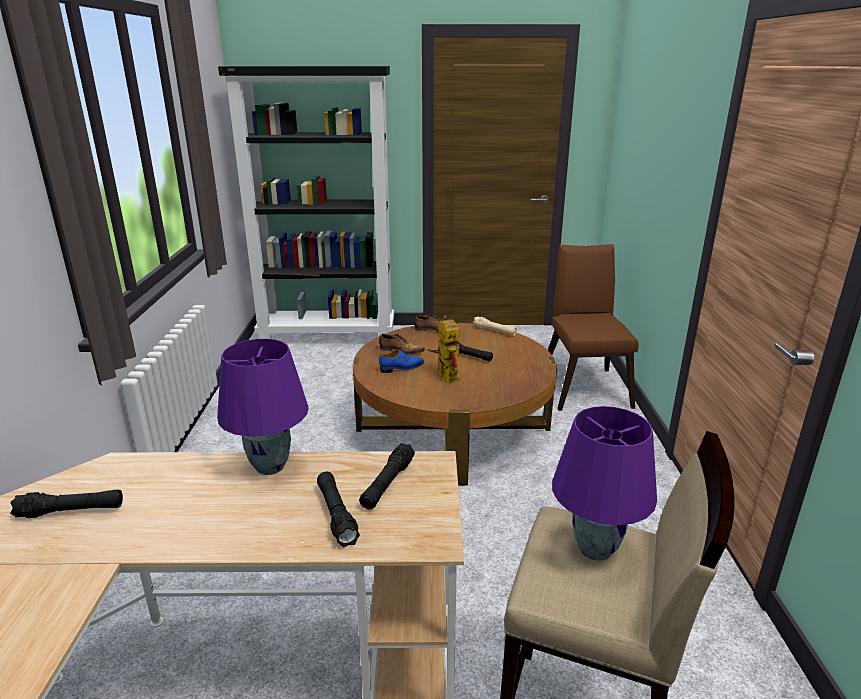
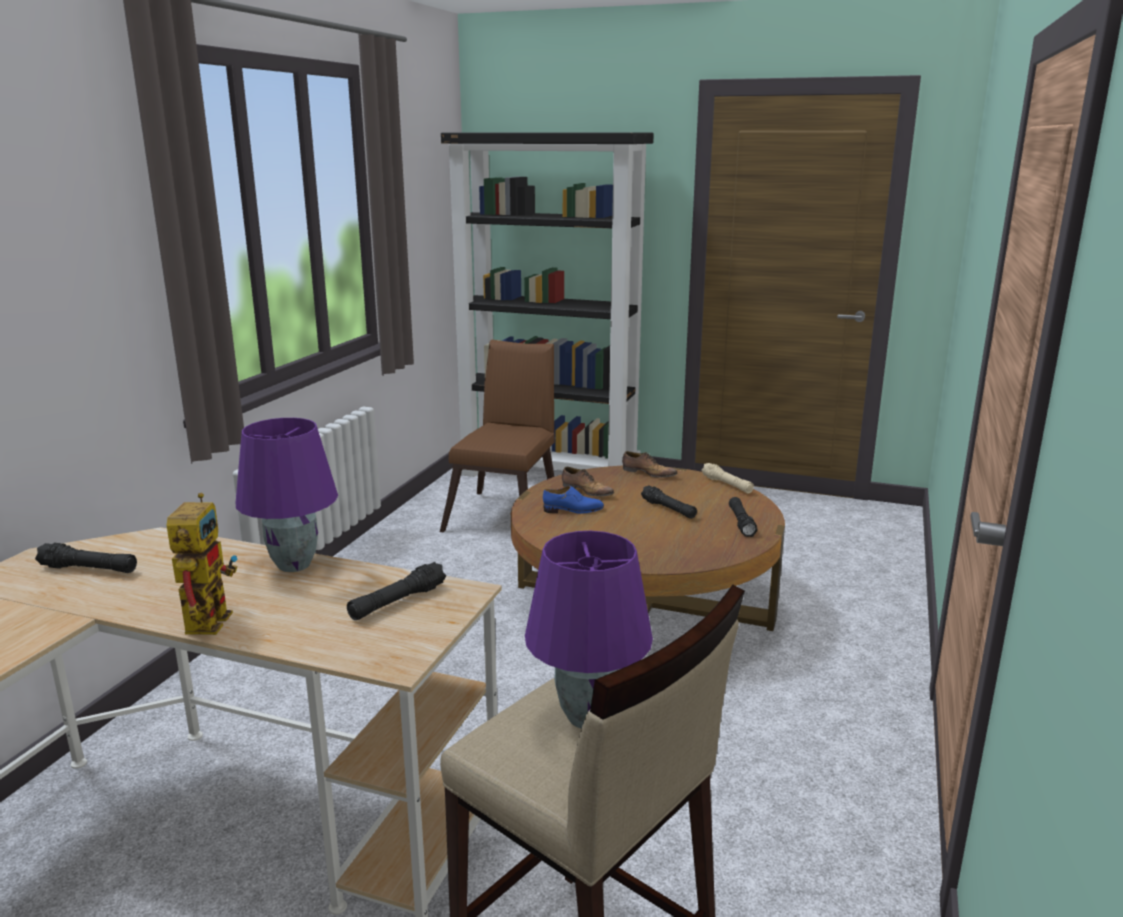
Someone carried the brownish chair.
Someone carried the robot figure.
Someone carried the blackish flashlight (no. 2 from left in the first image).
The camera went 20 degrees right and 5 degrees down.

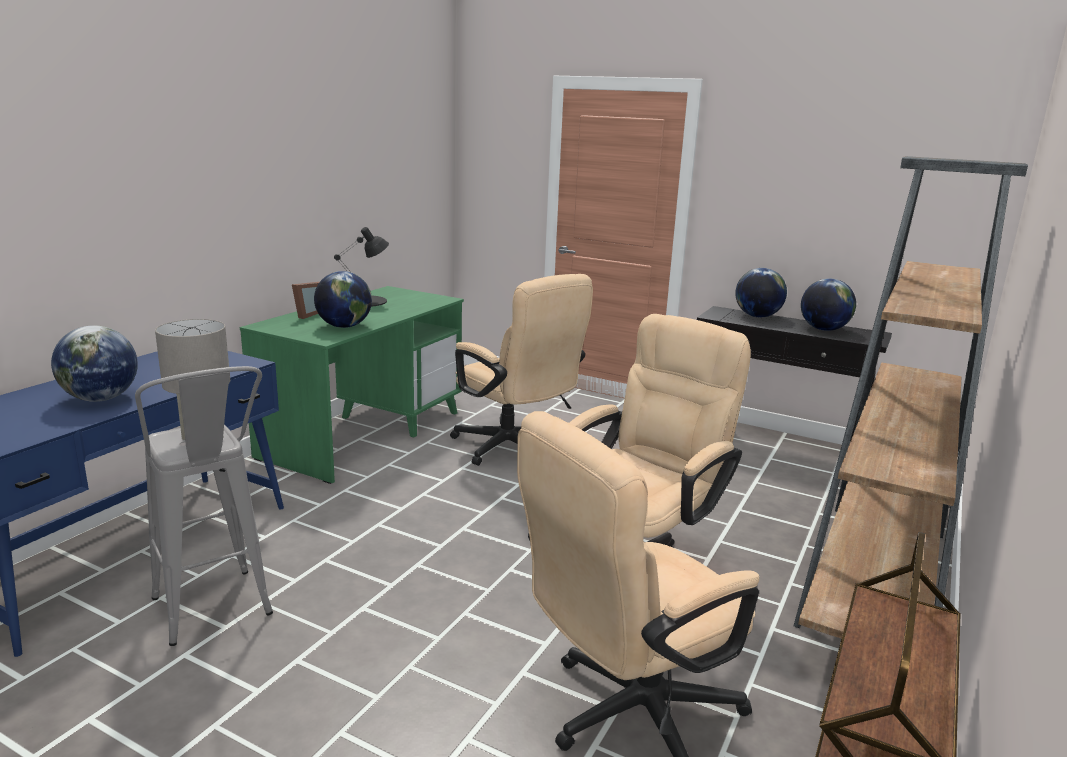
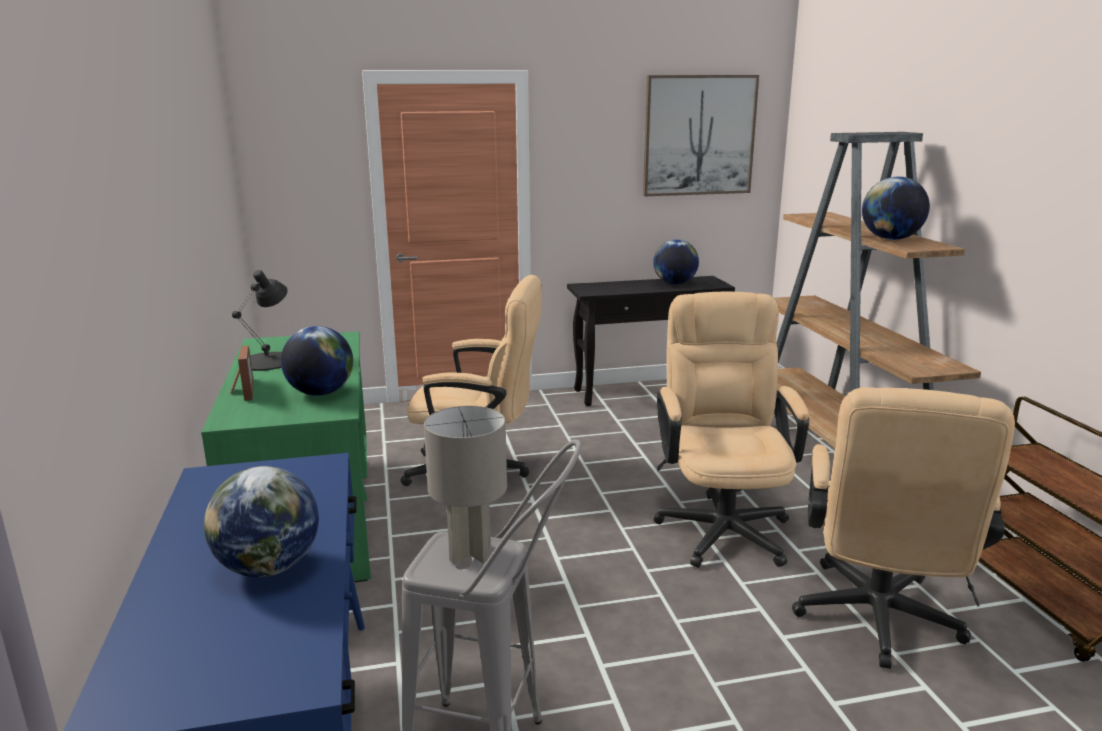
Someone carried the globe (no. 3 from left in the first image).
Someone put up the wall art.
The camera went 40 degrees left and 0 degrees up.

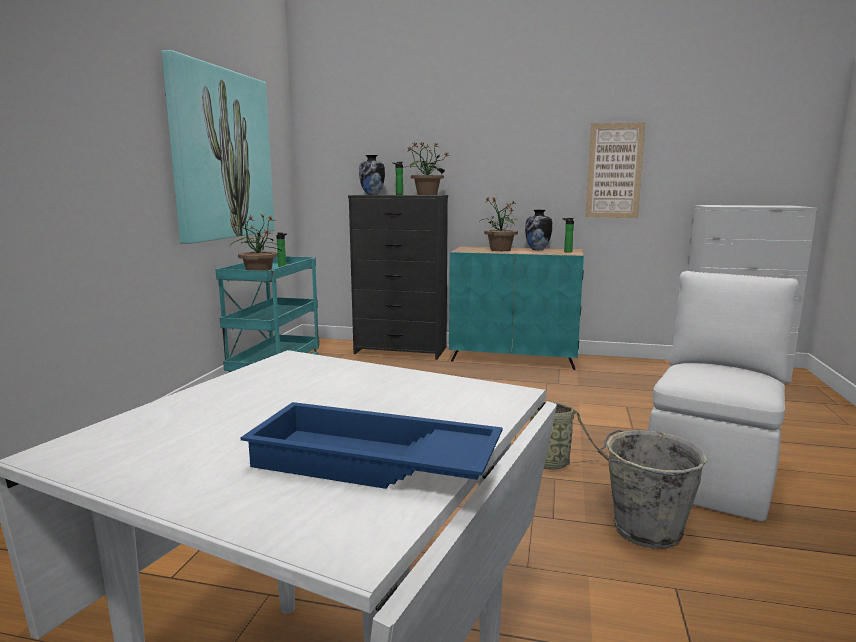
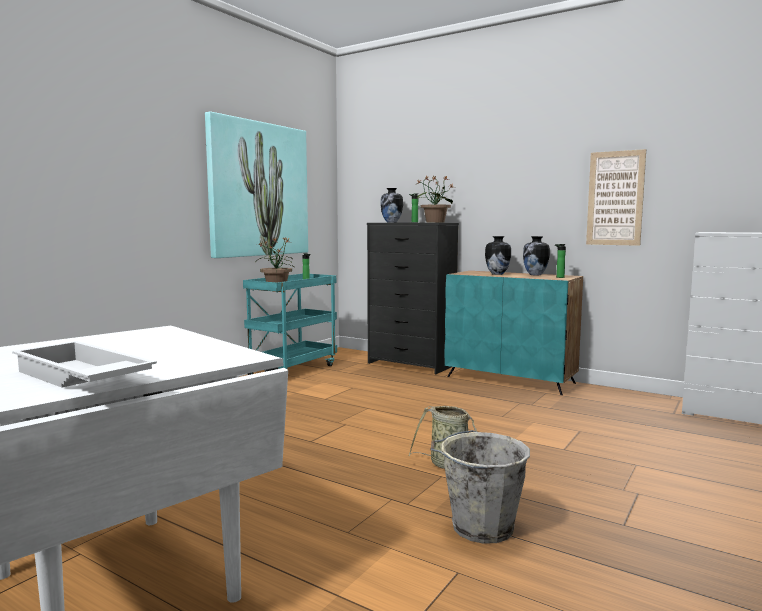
Someone swapped the houseplant (no. 3 from left) for the vase (no. 2 from left).
Someone took away the white chair.
Someone repainted the bluish serving tray, which became the white serving tray.
The camera went 20 degrees right and 5 degrees down.

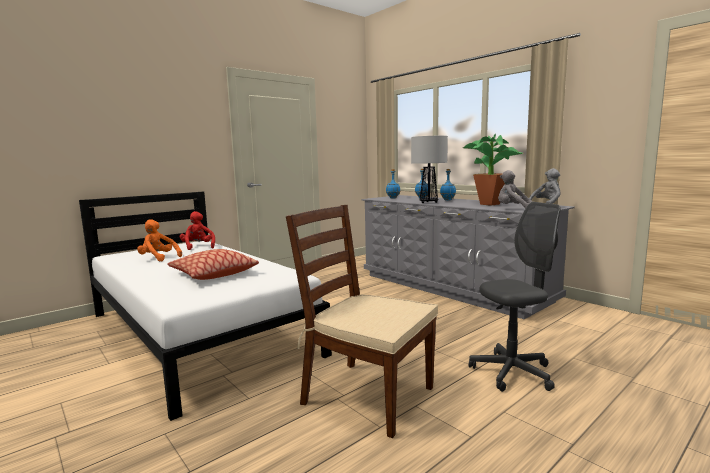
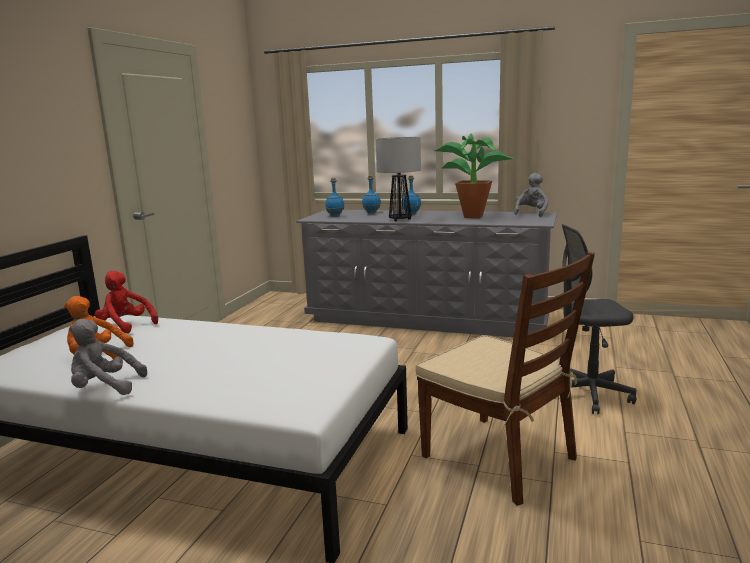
Someone carried the grey soft toy (no. 1 from left).
Someone rotated the grey office chair by 135 degrees counterclockwise.
Someone rotated the brownish chair by 135 degrees counterclockwise.
Someone took away the pillow.
The camera went 30 degrees left and 5 degrees up.

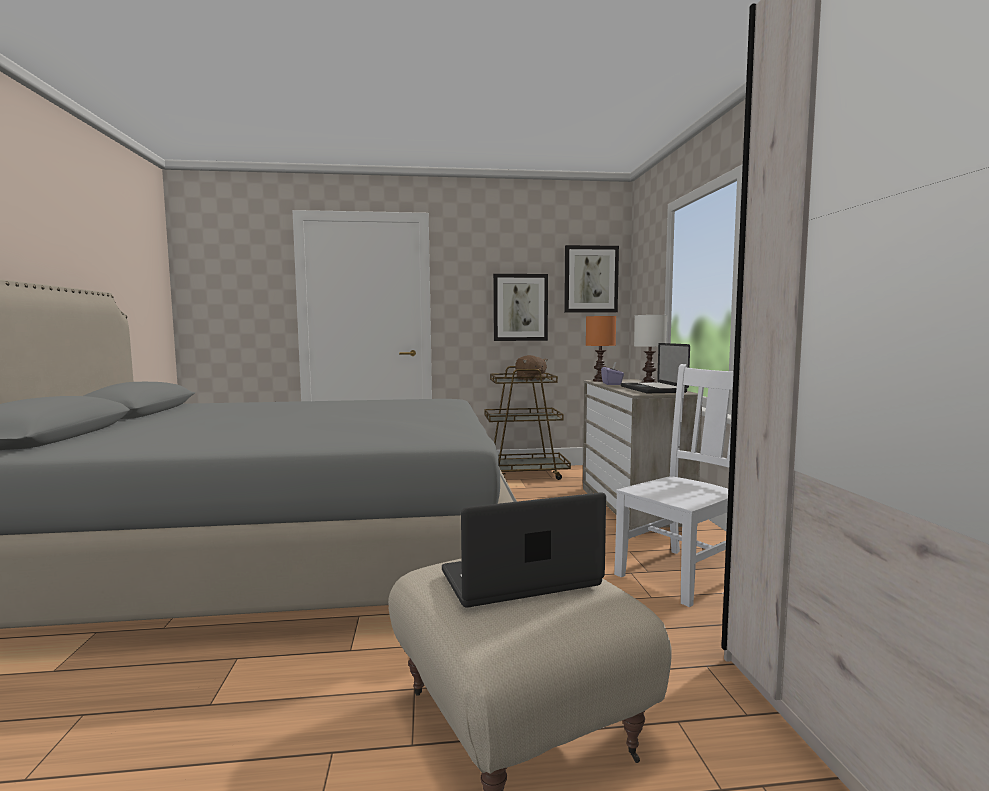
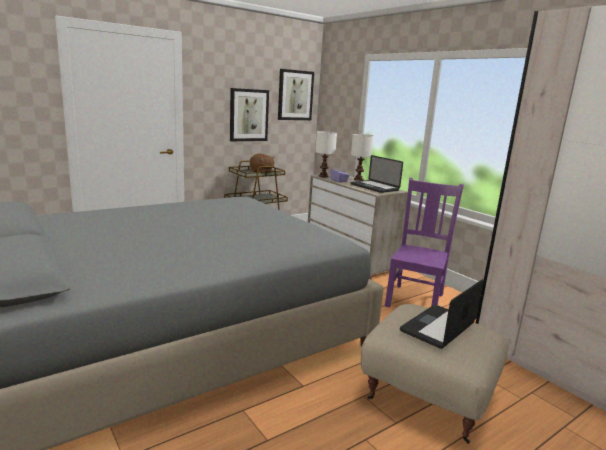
Someone repainted the orange-coloured tabletop lamp, which became the white tabletop lamp (no. 1 from left).
Someone repainted the white chair, which became the purple chair.
The camera went 30 degrees left and 10 degrees up.

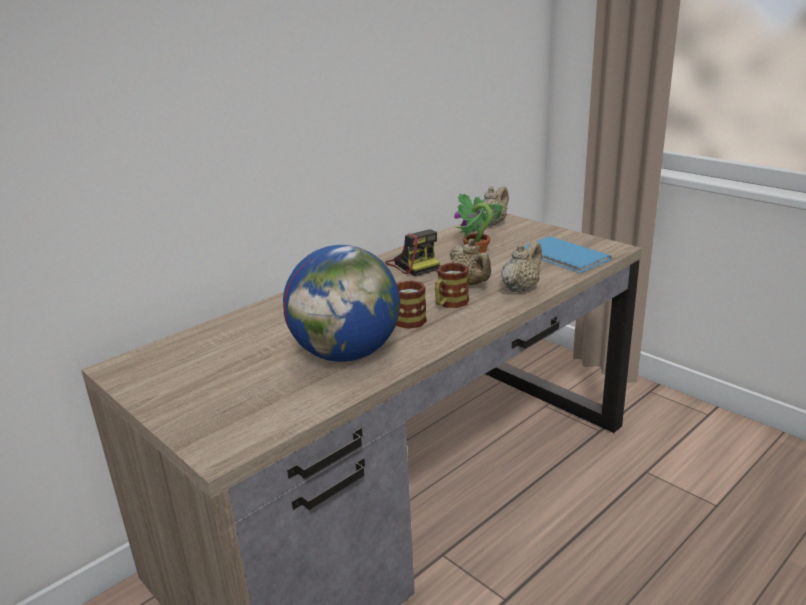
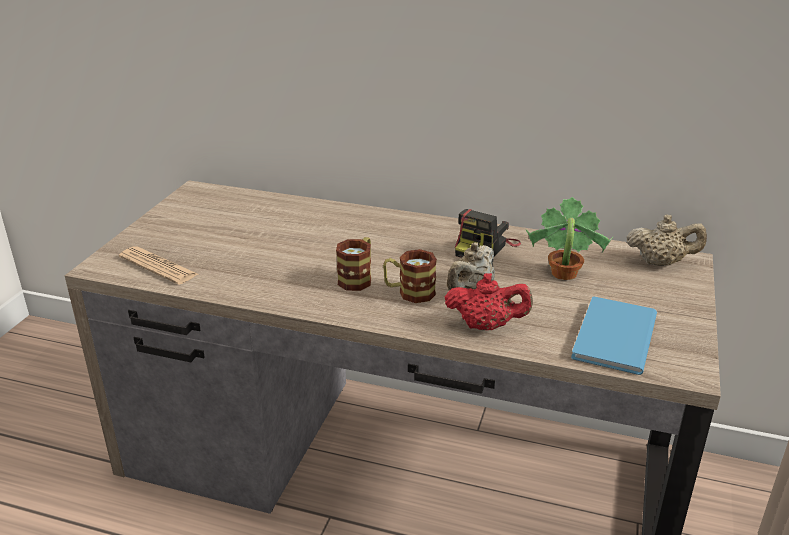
Someone repainted the sand-coloured pot for tea (no. 3 from left), which became the red-coloured pot for tea.
Someone took away the globe.
Someone put down the printed paper.
The camera went 60 degrees right and 5 degrees up.

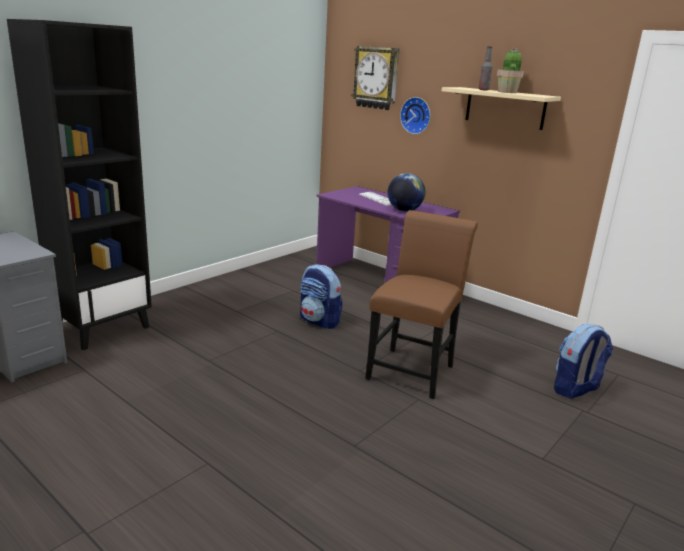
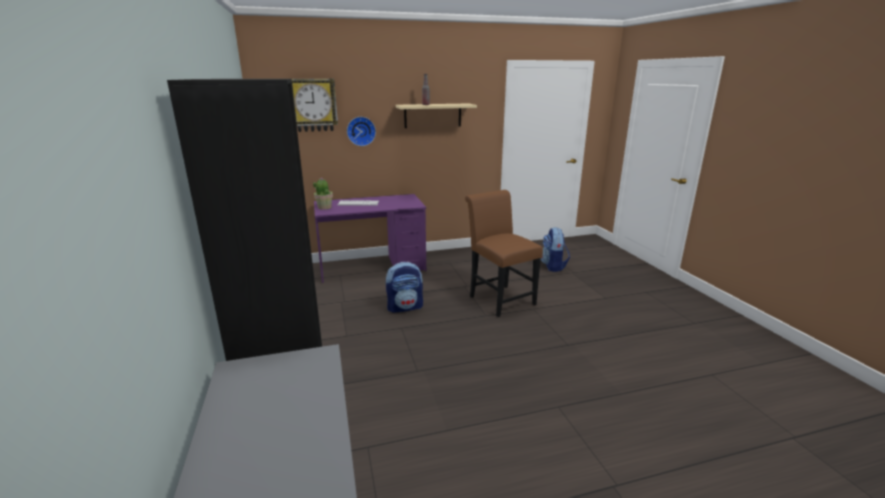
Someone carried the houseplant.
Someone took away the globe.
The camera went 55 degrees left and 0 degrees up.

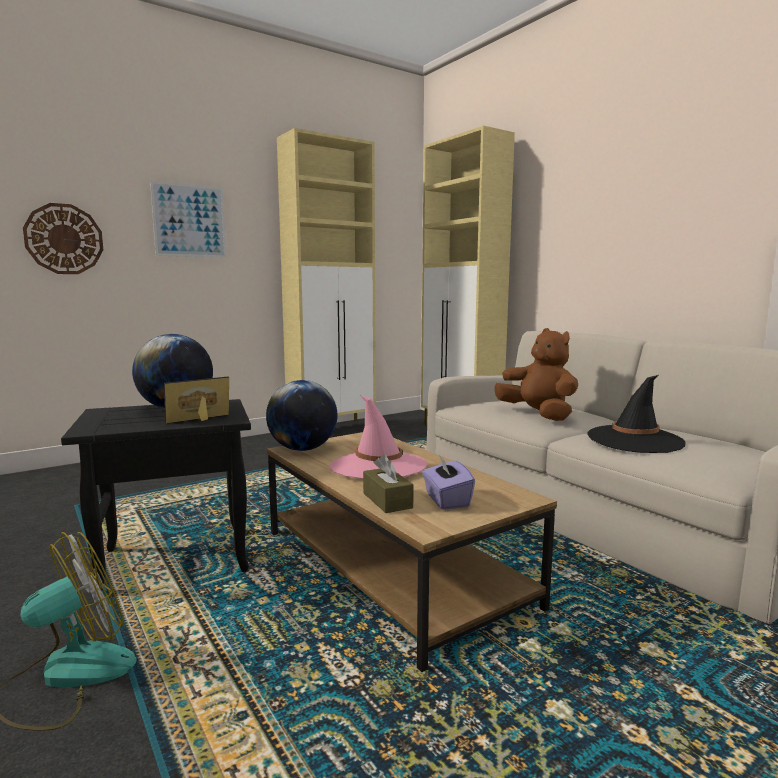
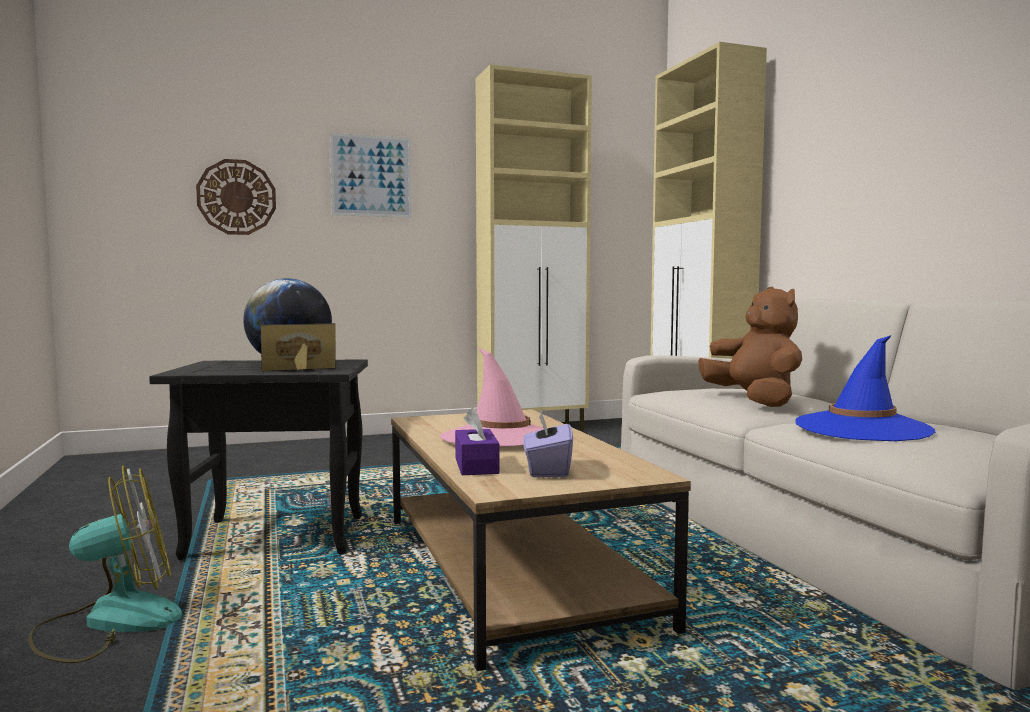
Someone repainted the blackish hat, which became the bluish hat.
Someone took away the globe (no. 2 from left).
Someone repainted the brownish tissue holder, which became the purple tissue holder (no. 1 from left).
The camera went 15 degrees right and 5 degrees down.

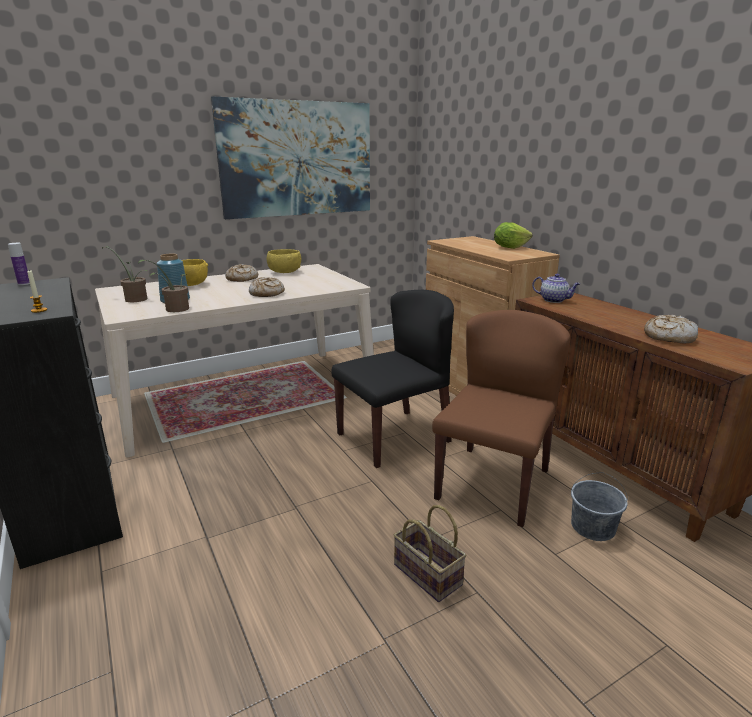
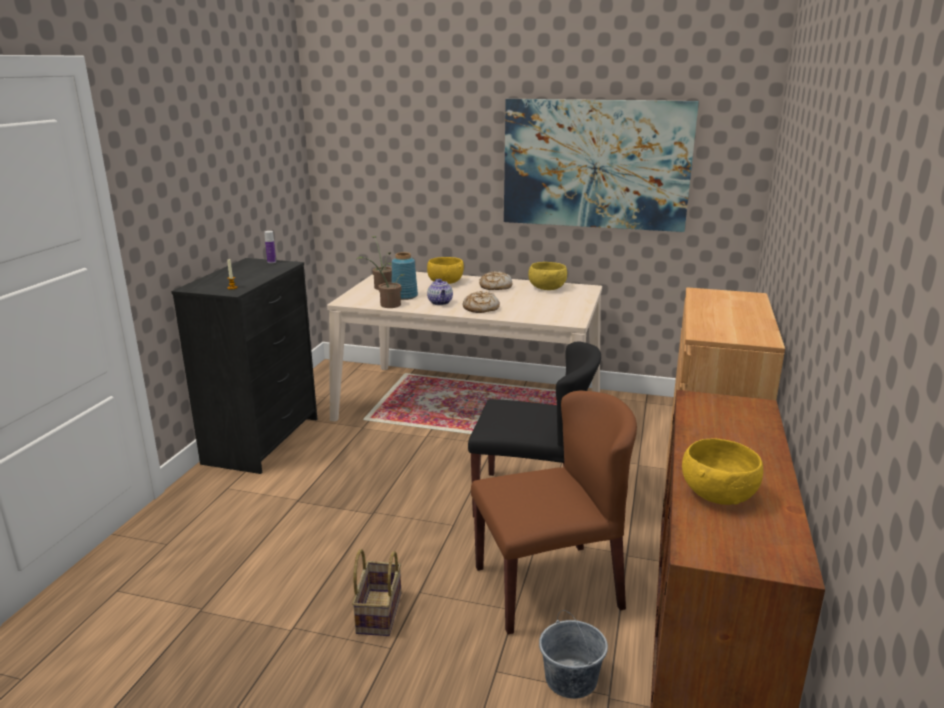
Someone took away the head of lettuce.
Someone carried the pot for tea.
Someone swapped the baked bread (no. 3 from left) for the yellowish serving bowl (no. 3 from left).
The camera went 45 degrees right and 0 degrees up.

